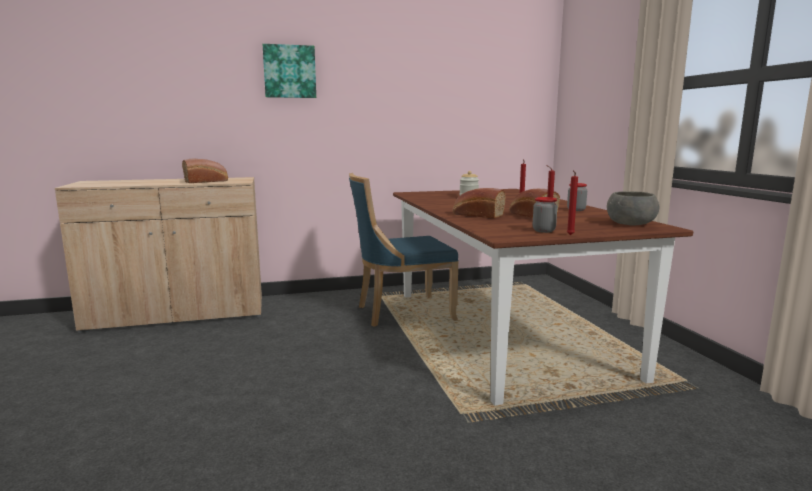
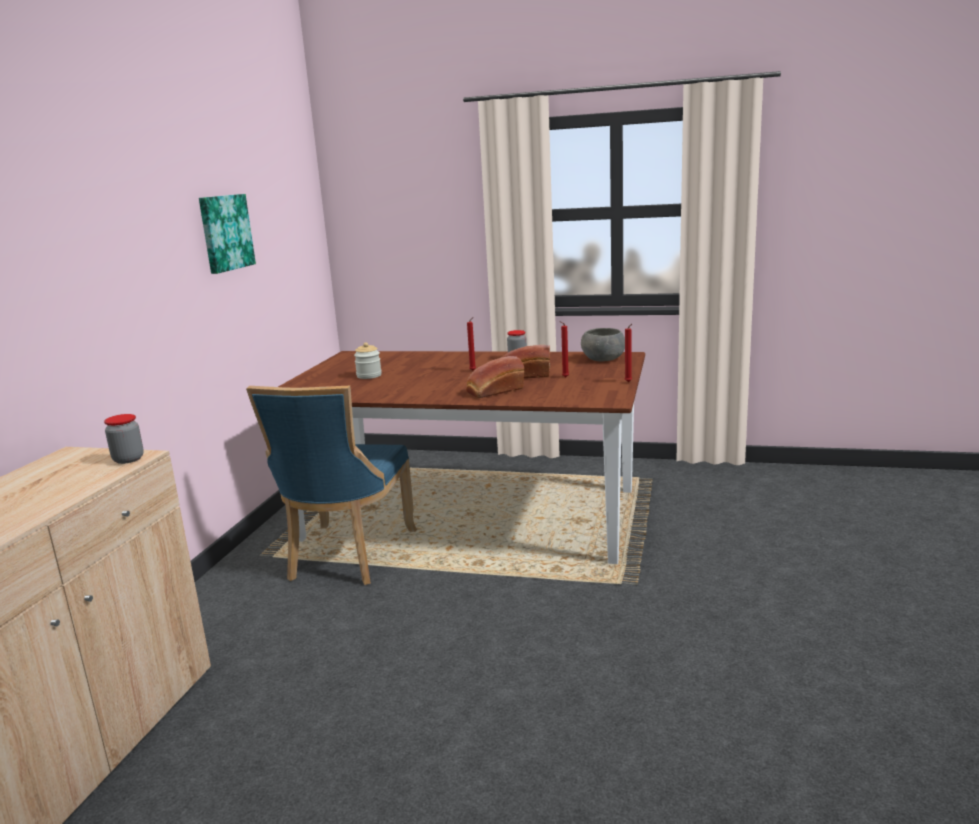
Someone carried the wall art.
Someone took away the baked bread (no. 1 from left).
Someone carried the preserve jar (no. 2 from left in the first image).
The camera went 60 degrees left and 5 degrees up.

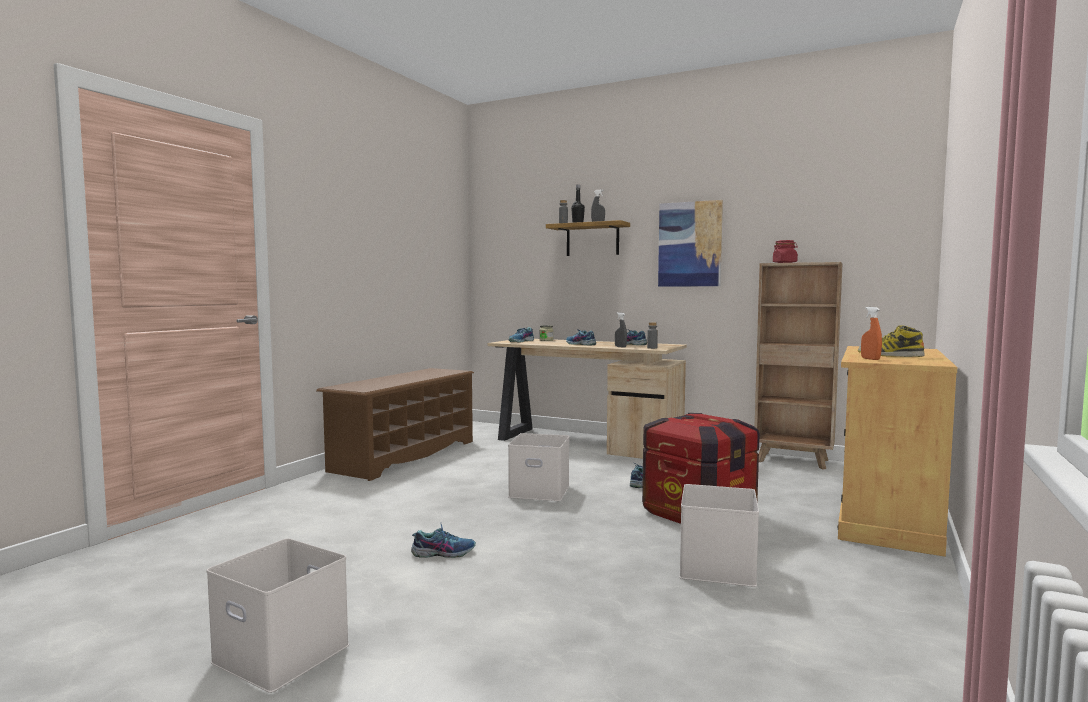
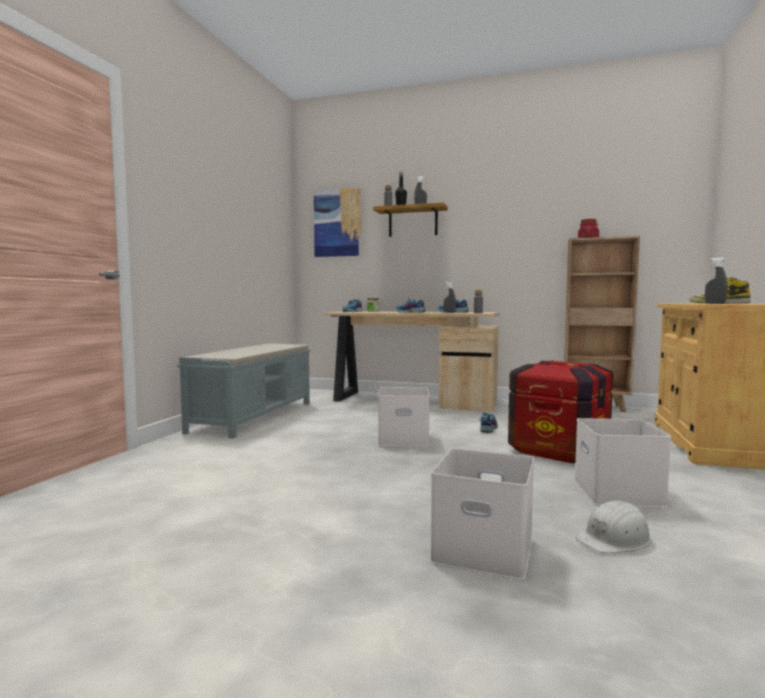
Someone carried the wall art.
Someone repainted the orange-coloured spray bottle, which became the grey spray bottle (no. 3 from left).
Someone swapped the brownish shoe rack for the grey indoor bench.
Someone took away the shoe (no. 1 from left).
Someone carried the white storage box (no. 1 from left in the first image).
Someone put down the white hard hat.
The camera went 10 degrees left and 0 degrees up.

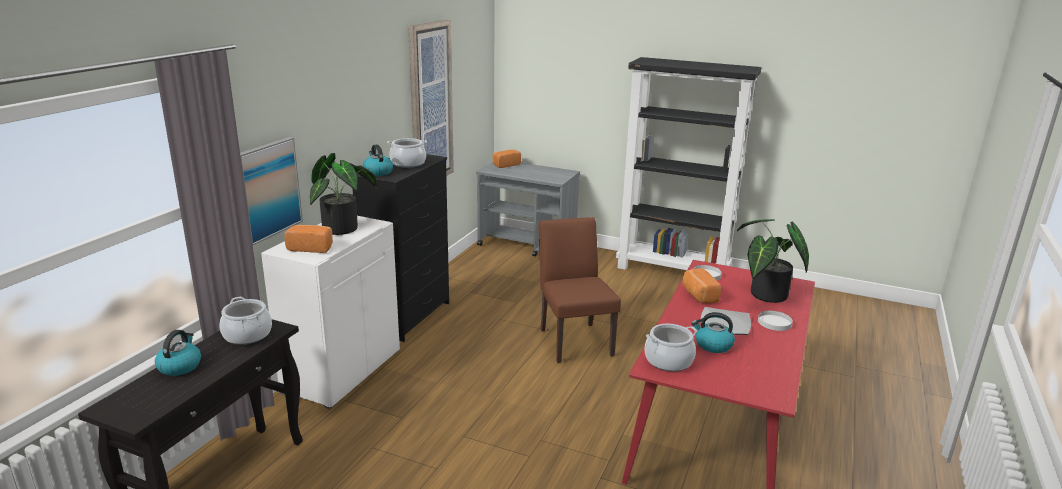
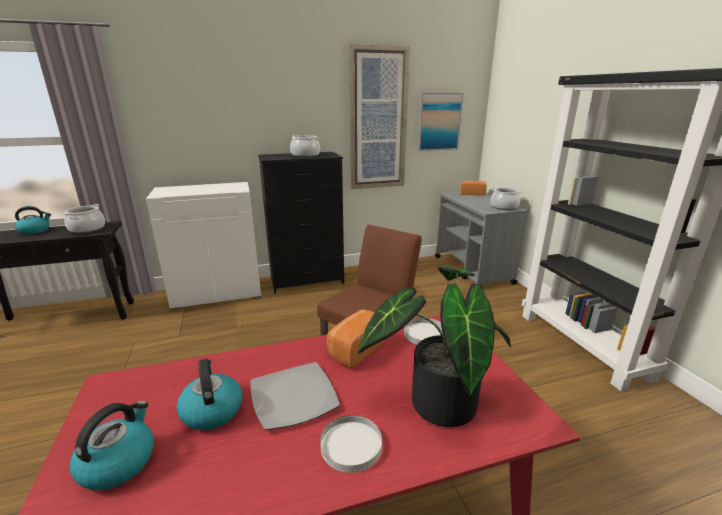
Someone carried the wall art (no. 1 from left in the first image).
Someone carried the kettle (no. 2 from left).
Someone took away the houseplant (no. 1 from left).
Someone took away the baked bread (no. 1 from left).
Someone carried the saucepot (no. 3 from left).
The camera went 50 degrees right and 0 degrees up.

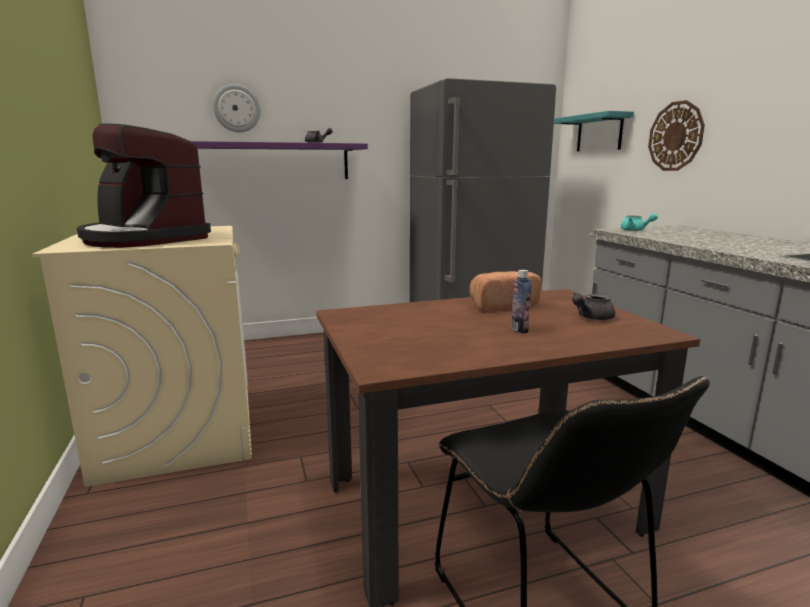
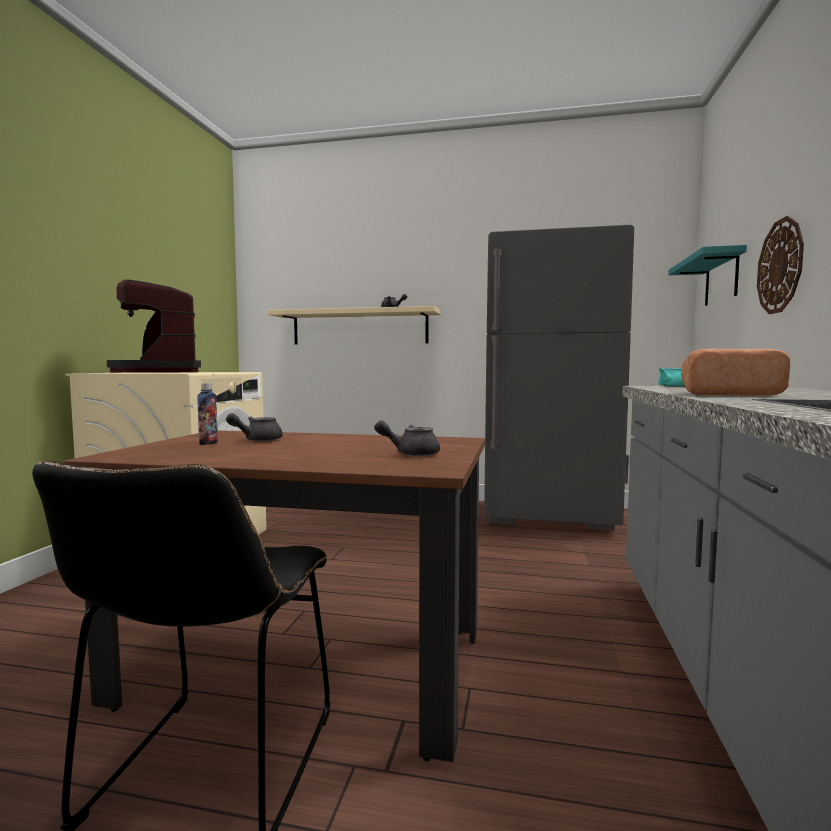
Someone took away the hanging clock (no. 1 from left).
Someone repainted the purple shelf, which became the sand-coloured shelf.
Someone carried the bottle.
Someone carried the baked bread.
Someone put down the grey pot for tea (no. 1 from left).
The camera went 30 degrees right and 10 degrees down.

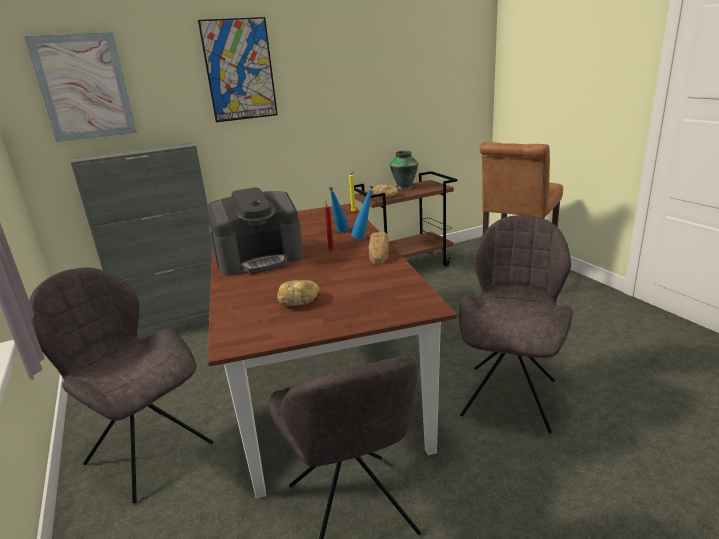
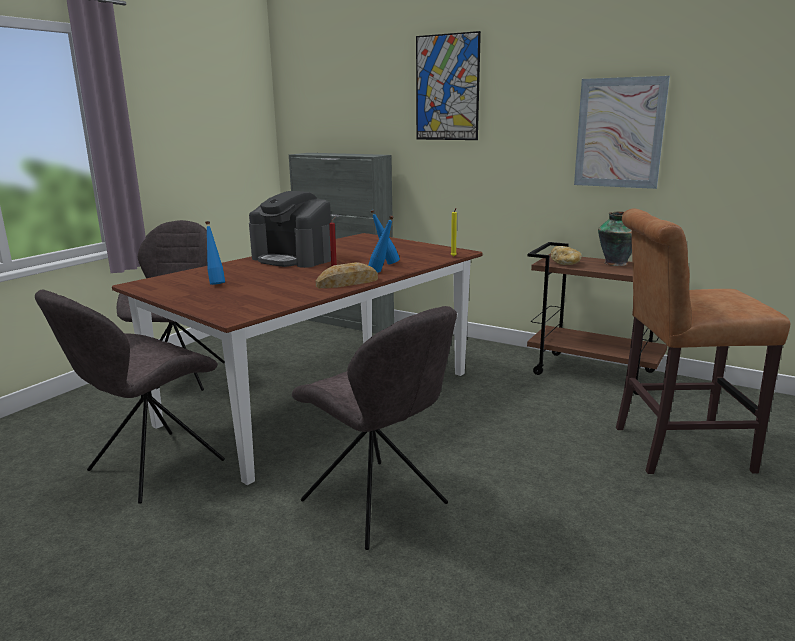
Someone carried the wall art (no. 1 from left in the first image).
Someone rotated the grey chair (no. 3 from left) by 60 degrees clockwise.
Someone swapped the baked bread (no. 1 from left) for the bluish bottle (no. 1 from left).
The camera went 55 degrees right and 5 degrees down.

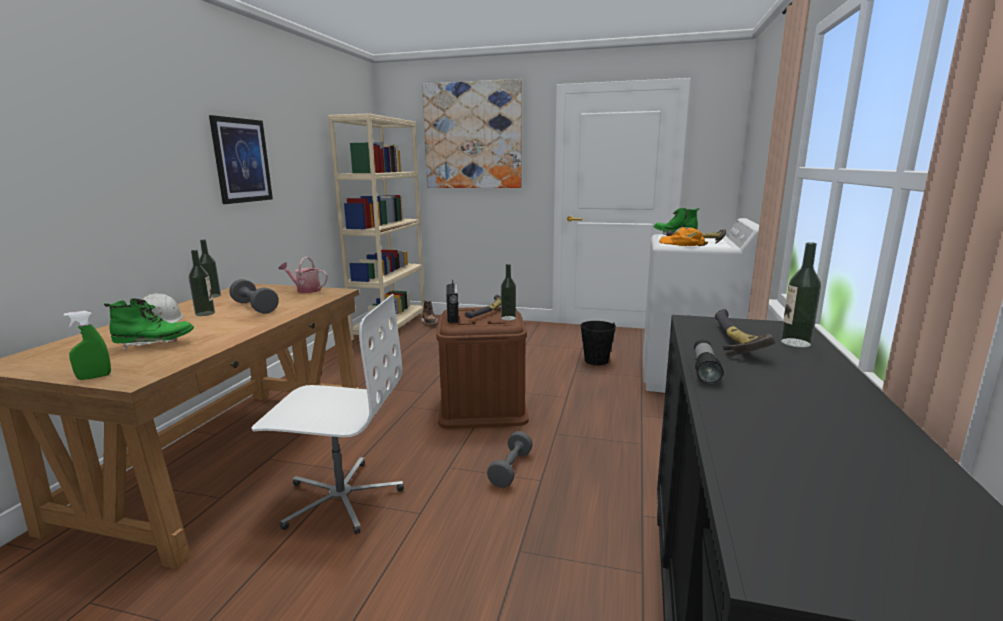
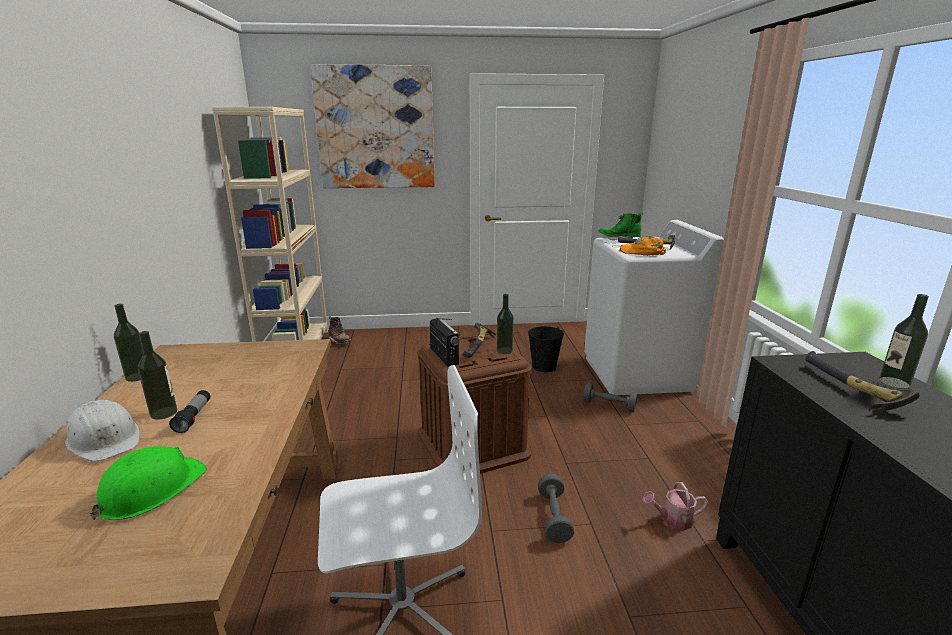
Someone took away the wall art (no. 1 from left).
Someone carried the watering can.
Someone carried the grey dumbbell (no. 1 from left in the first image).
Someone swapped the green high-top boot (no. 1 from left) for the green hard hat.
Someone took away the green spray bottle.
Someone carried the flashlight.
The camera went 20 degrees left and 5 degrees up.

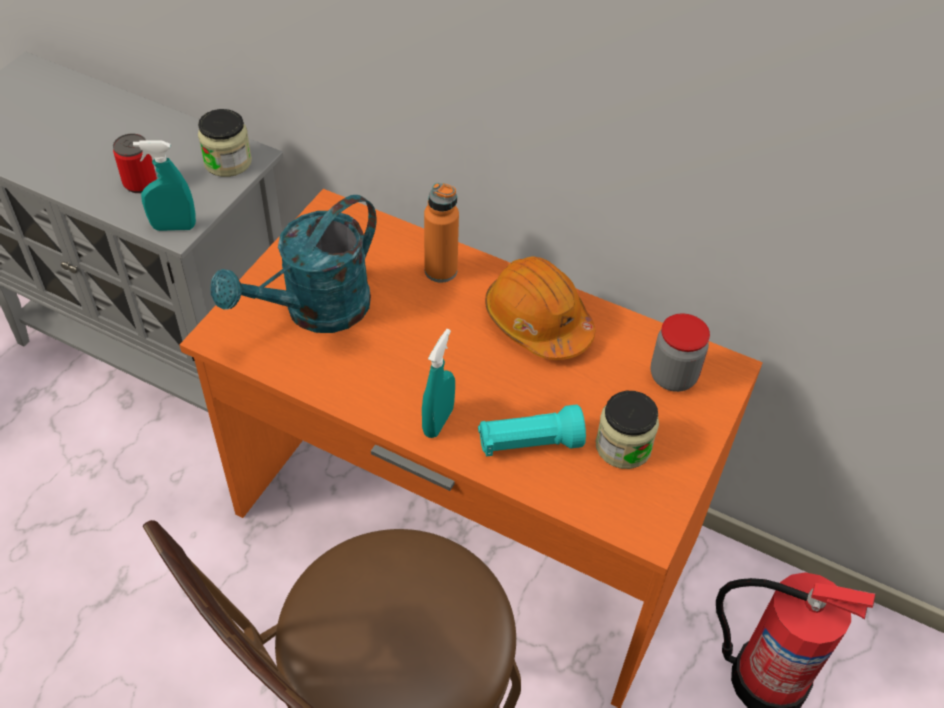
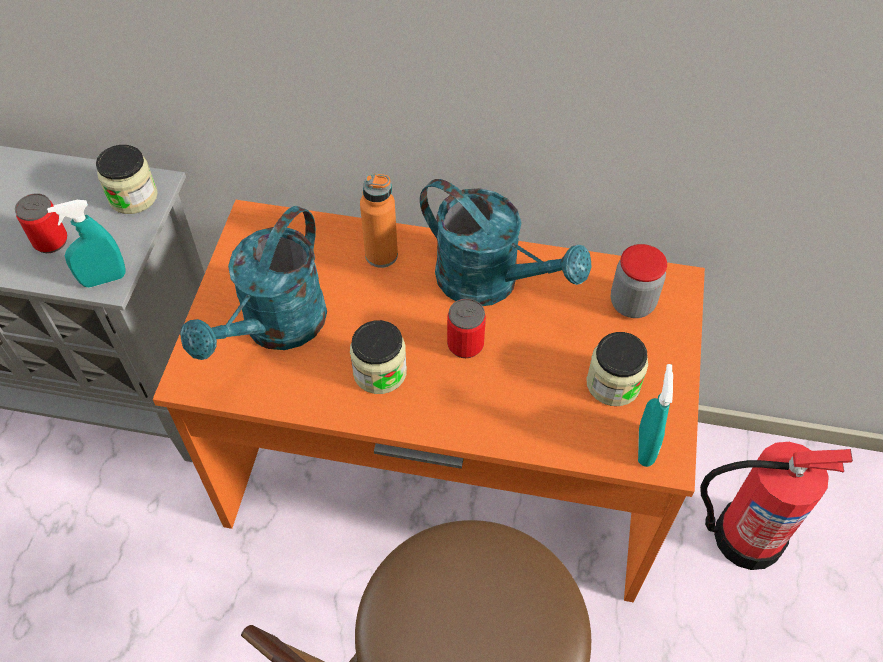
Someone swapped the orange-coloured hard hat for the turquoise-coloured watering can (no. 2 from left).
Someone carried the turquoise-coloured spray bottle (no. 2 from left).
Someone took away the turquoise-coloured flashlight.
Someone put down the can (no. 2 from left).
Someone put down the preserve jar (no. 2 from left).
The camera went 15 degrees left and 5 degrees up.

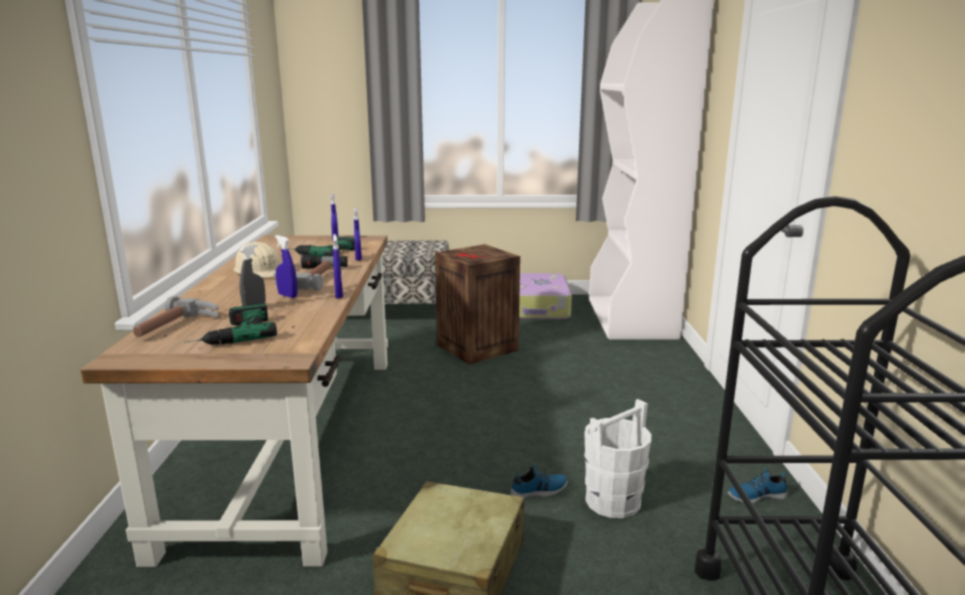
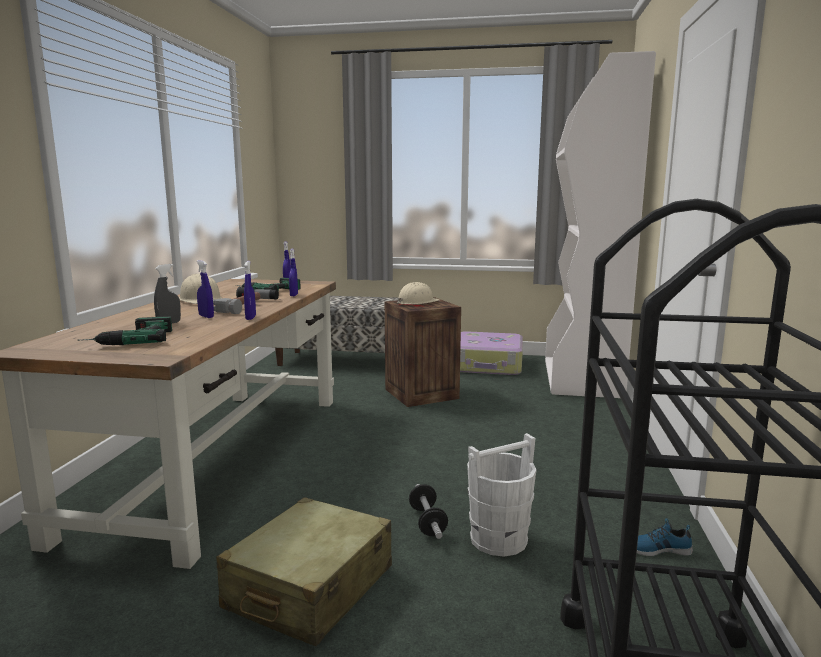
Someone took away the hand hammer (no. 1 from left).
Someone swapped the shoe (no. 1 from left) for the dumbbell.
Someone put down the sand-coloured hard hat (no. 2 from left).
The camera went 10 degrees right and 5 degrees down.

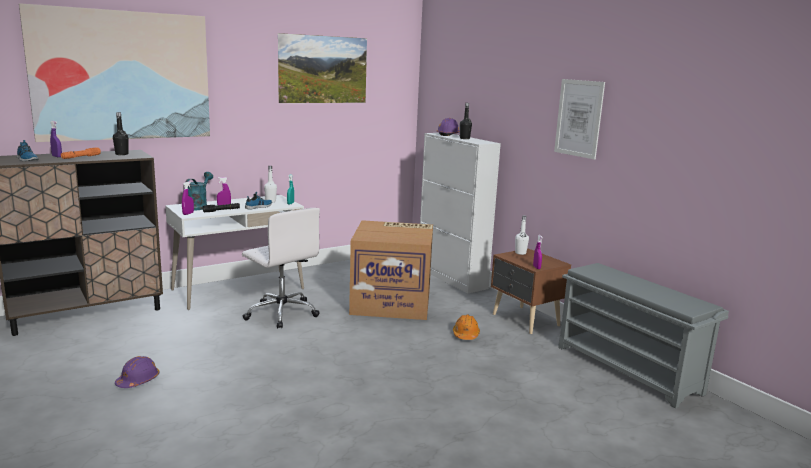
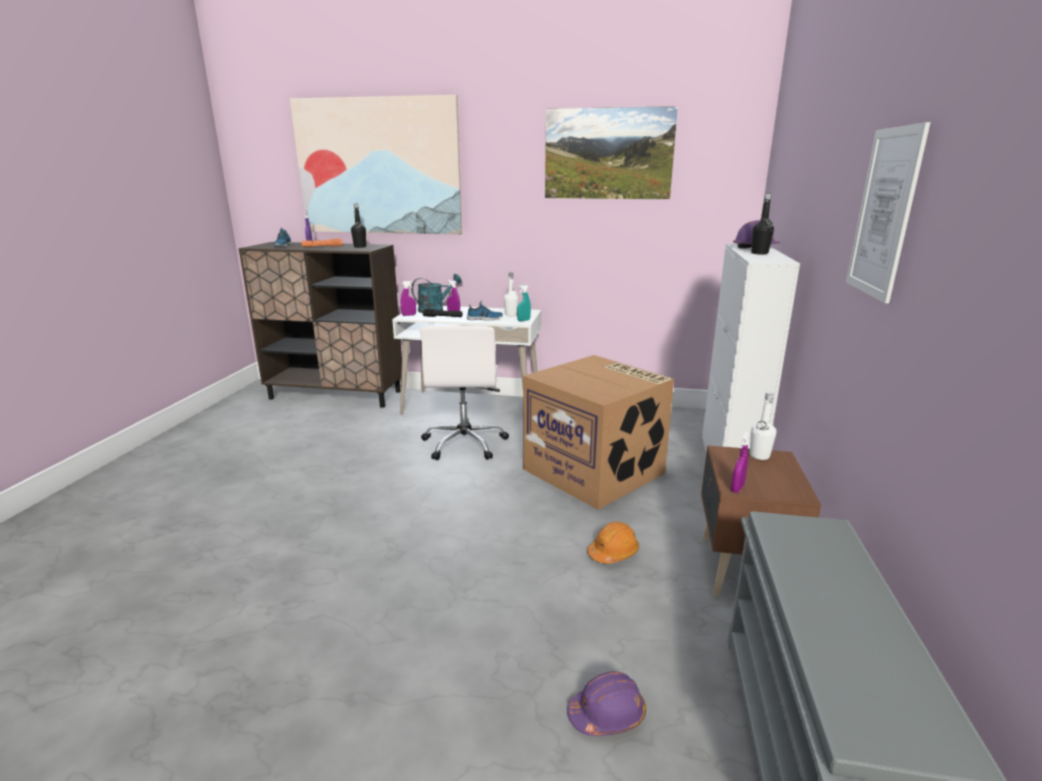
Someone carried the purple hard hat (no. 1 from left).
The camera went 45 degrees right and 5 degrees up.

